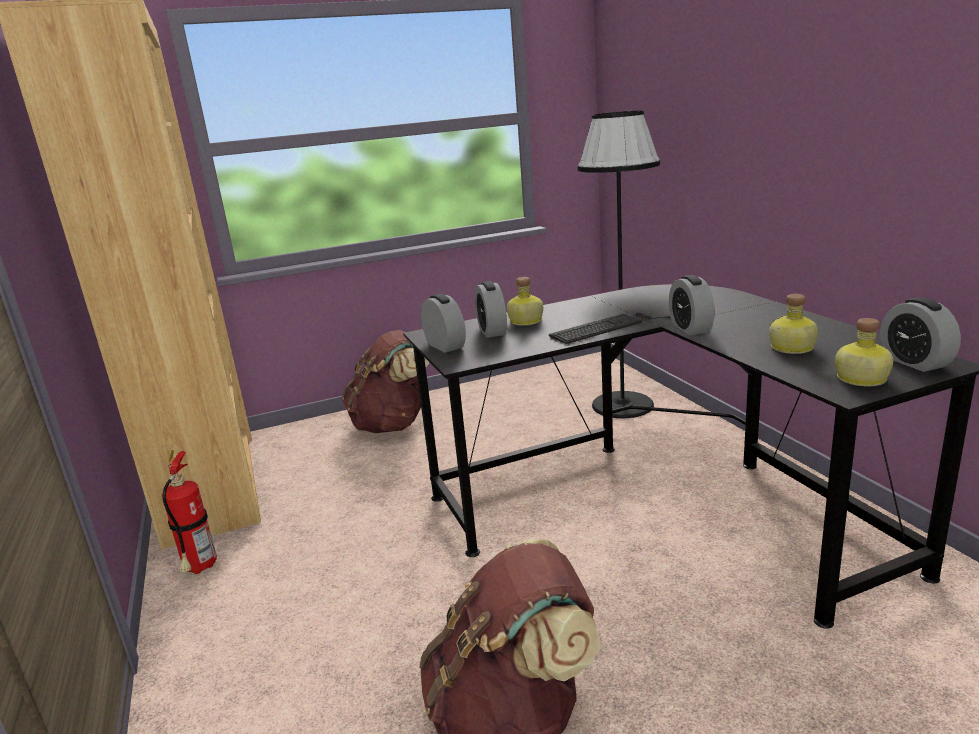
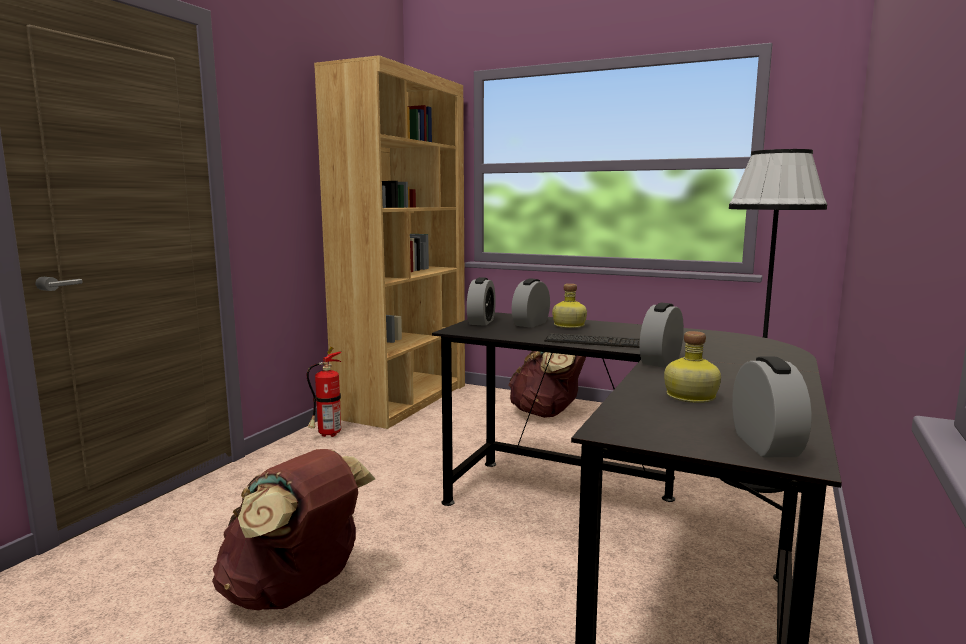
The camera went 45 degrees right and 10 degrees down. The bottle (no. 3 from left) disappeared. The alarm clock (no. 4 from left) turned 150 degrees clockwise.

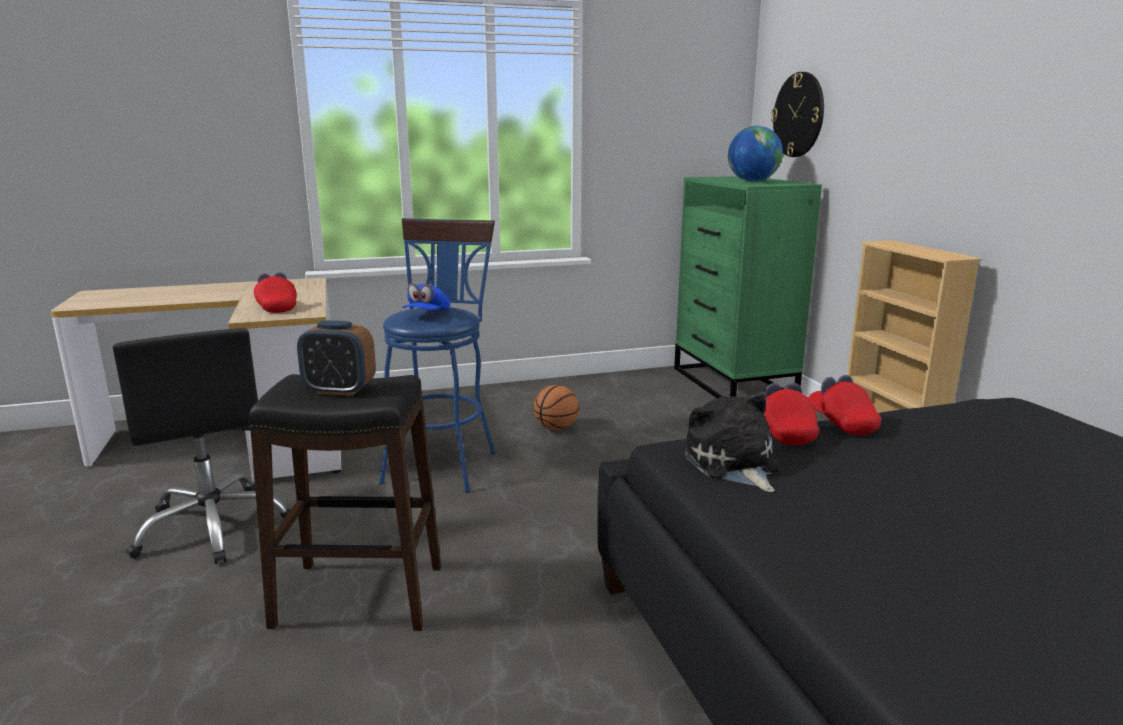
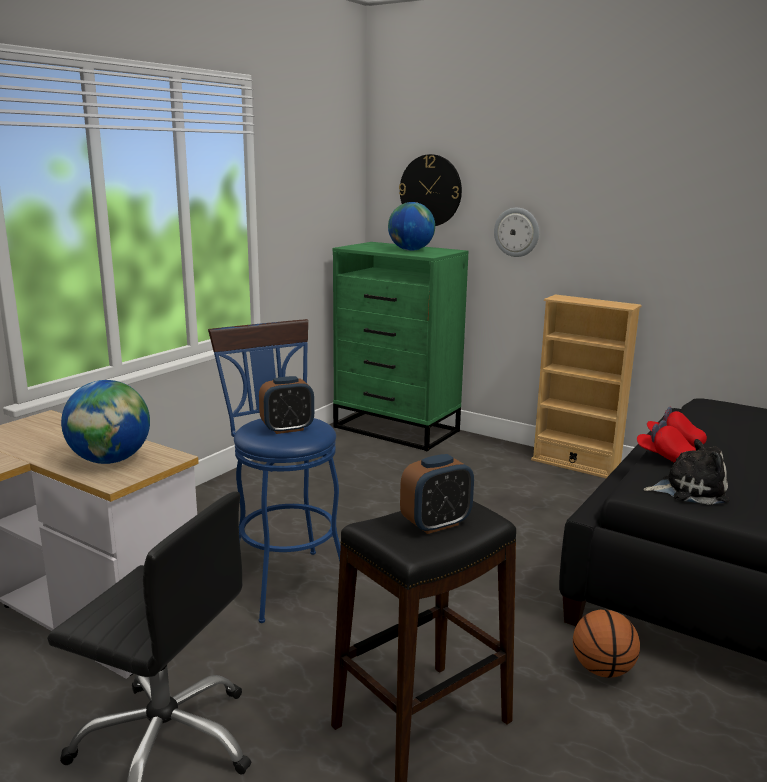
The camera went 40 degrees left and 0 degrees up. The red cap (no. 1 from left) was replaced by the globe (no. 1 from left). The blue cap was replaced by the alarm clock (no. 1 from left). The basketball moved. The plush toy turned 150 degrees clockwise. The wall clock (no. 2 from left) appeared.

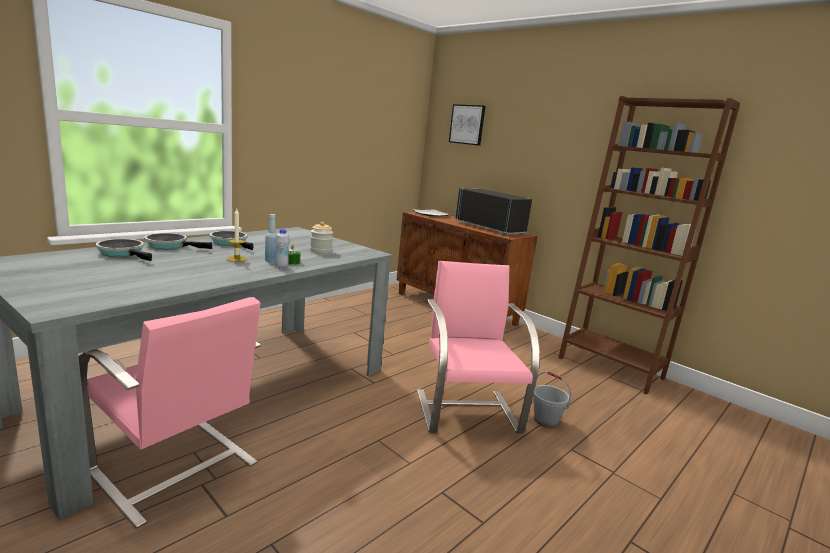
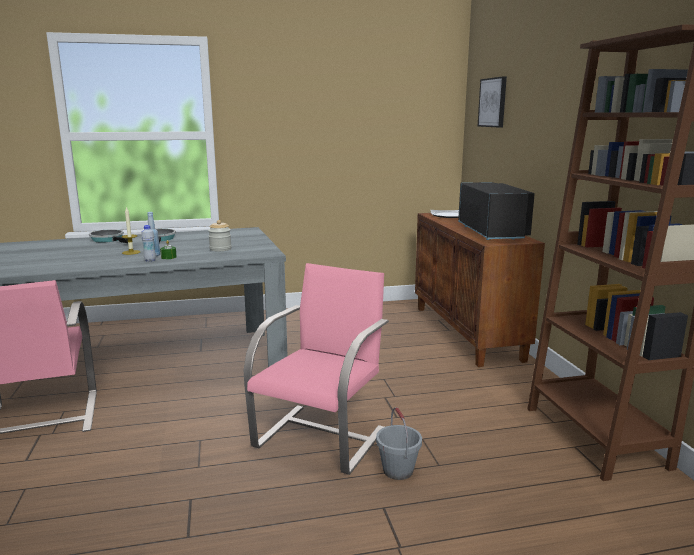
The camera went 35 degrees right and 0 degrees up. The frying pan (no. 1 from left) disappeared.

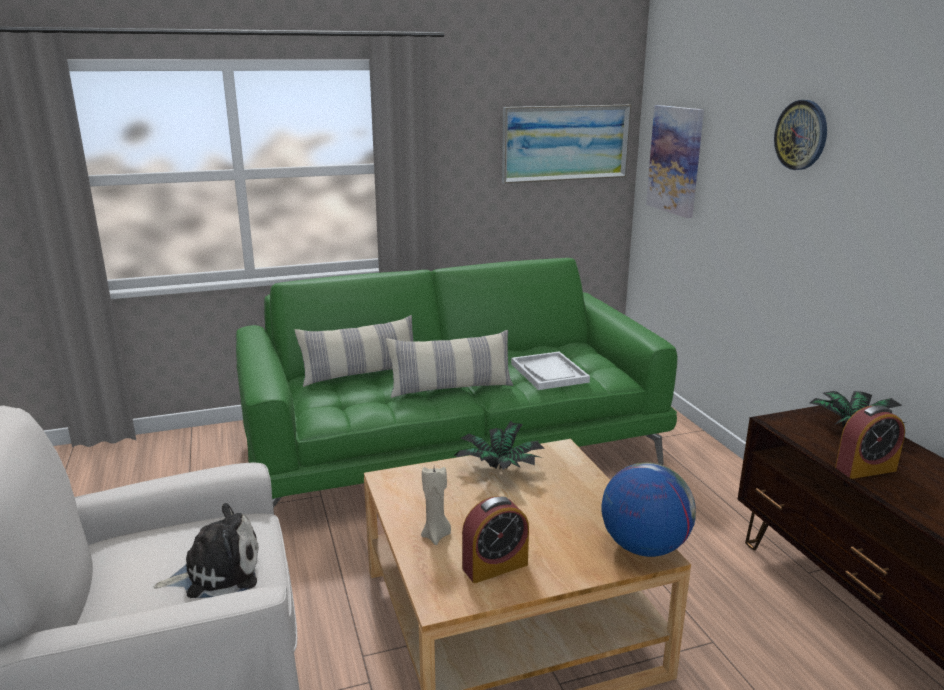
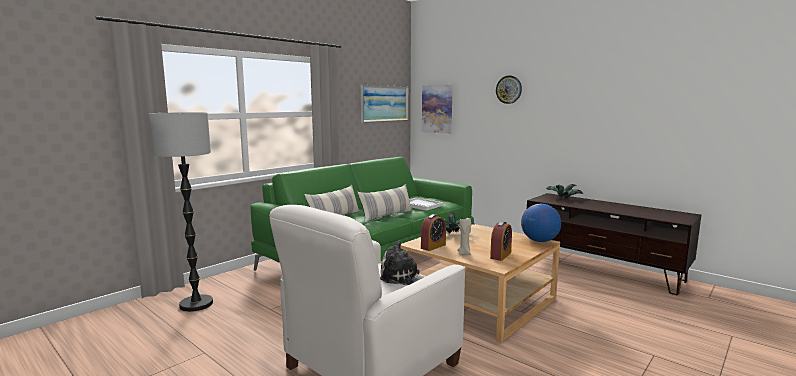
The camera went 30 degrees left and 10 degrees down. The plush toy turned 120 degrees counterclockwise. The alarm clock (no. 2 from left in the first image) moved. The floor lamp appeared.

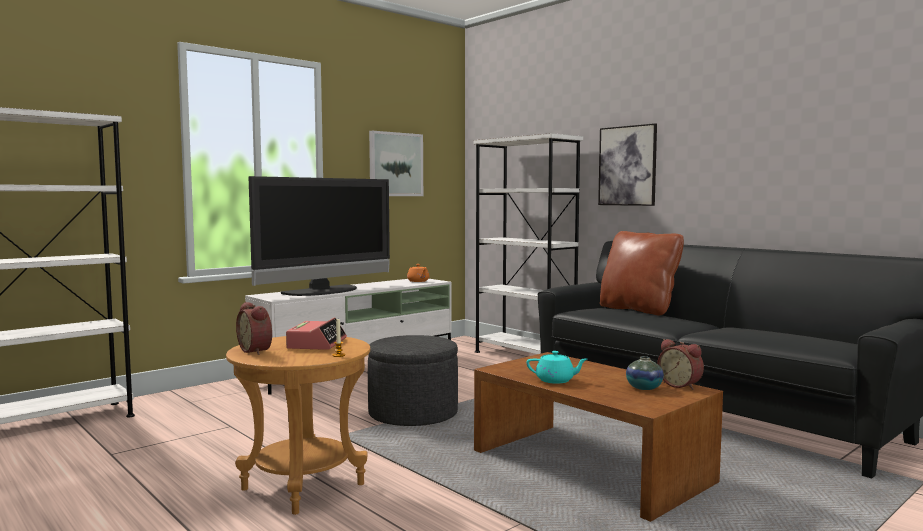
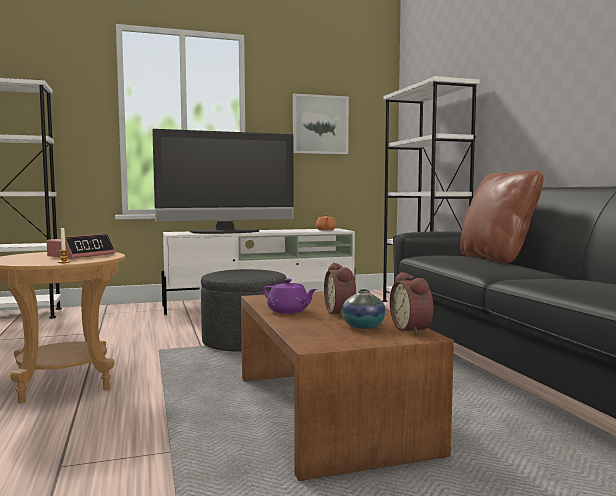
The camera went 25 degrees right and 0 degrees up. The alarm clock (no. 1 from left in the first image) moved. The turquoise teapot became the purple teapot. The picture (no. 2 from left) disappeared.

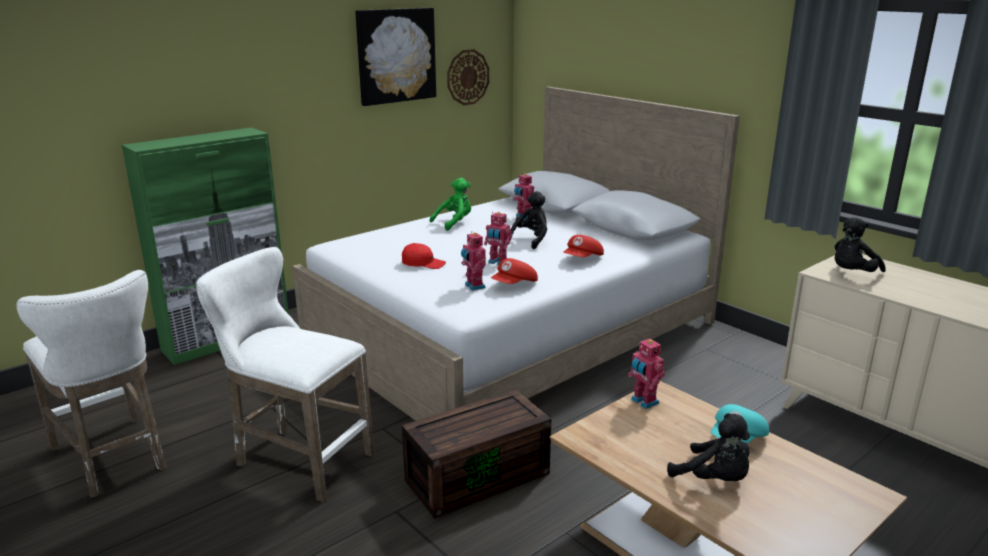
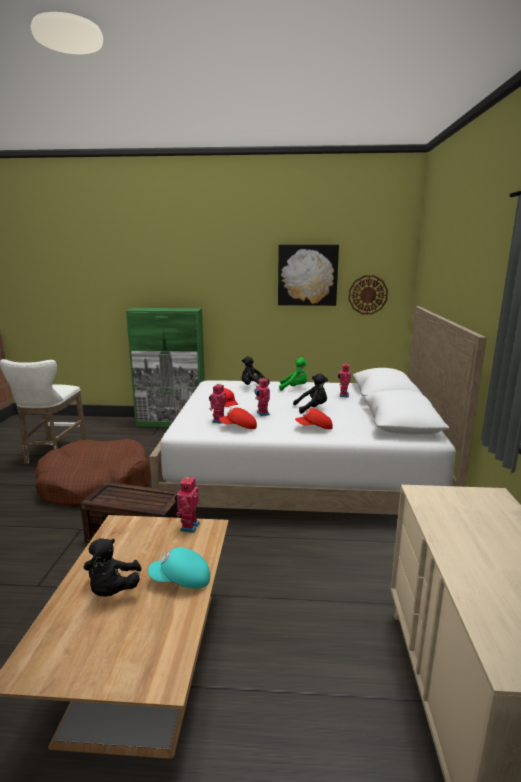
The camera went 45 degrees right and 5 degrees down. The white stool (no. 2 from left) was replaced by the brown dog bed. The black plush toy (no. 3 from left in the first image) moved.

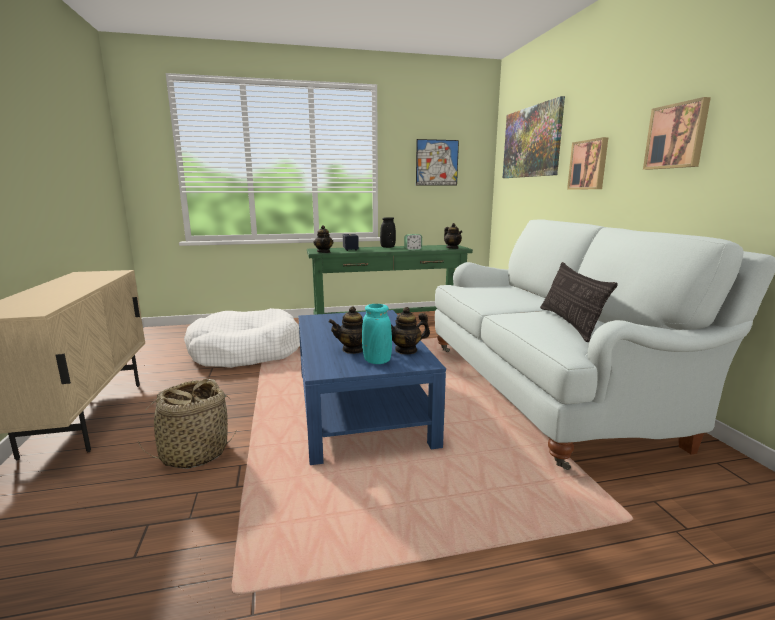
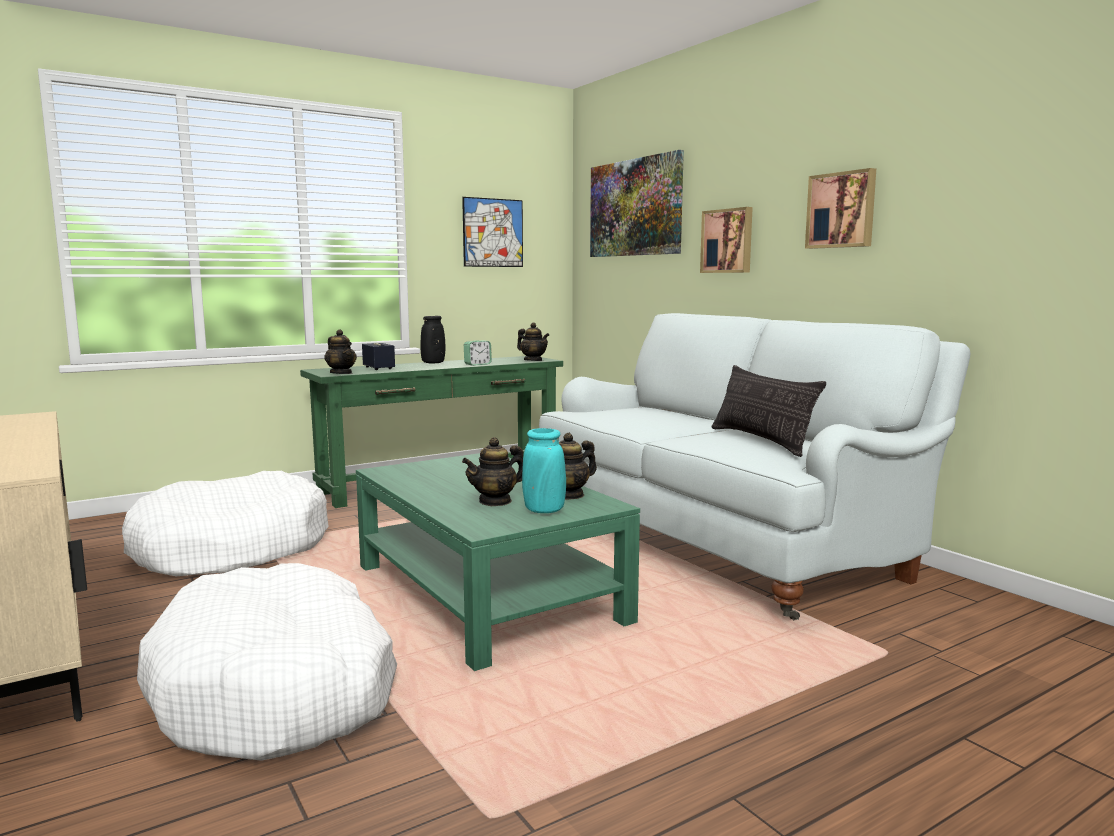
The camera went 20 degrees left and 5 degrees down. The basket was replaced by the white dog bed (no. 2 from left). The blue coffee table became the green coffee table.

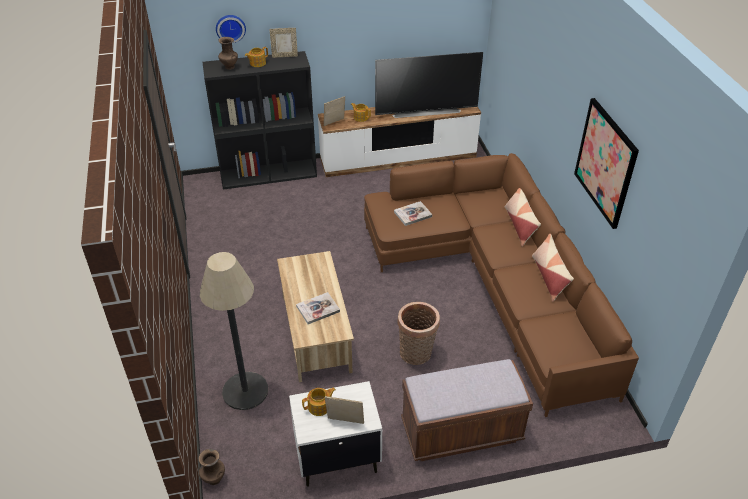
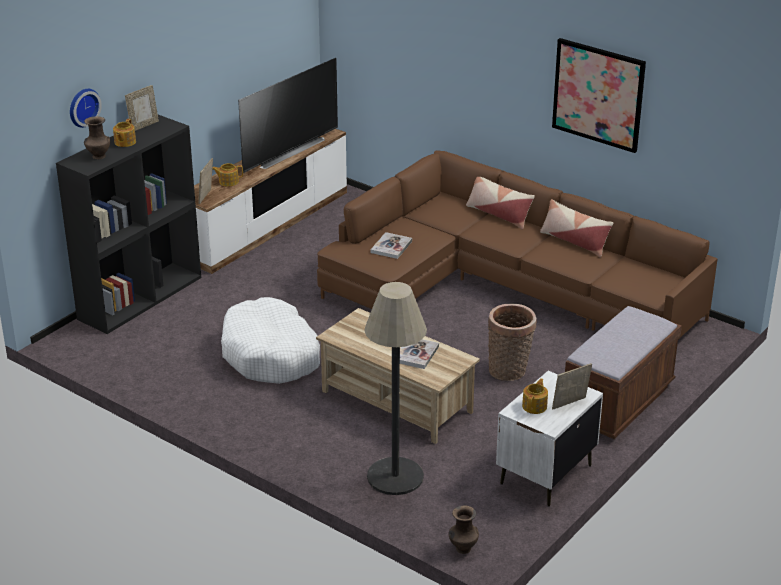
The camera went 40 degrees left and 10 degrees down. The white dog bed appeared.

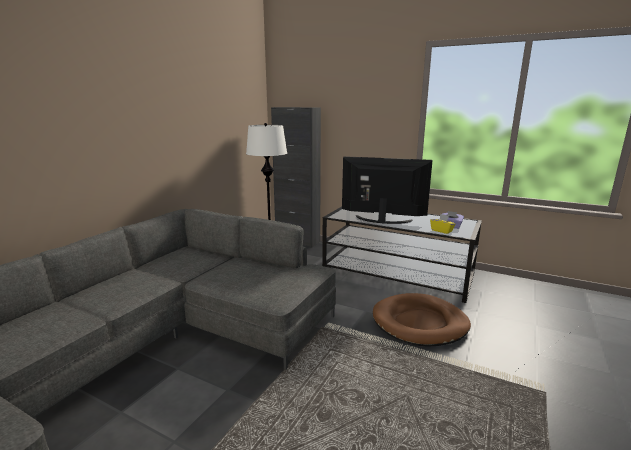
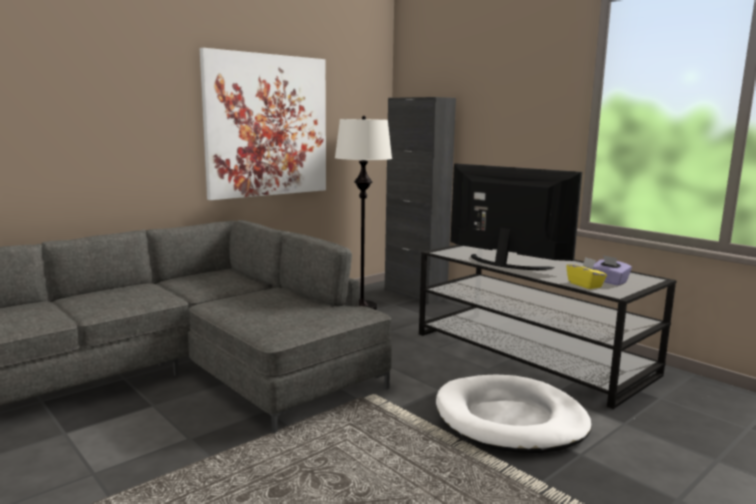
The camera went 20 degrees right and 5 degrees down. The brown dog bed became the white dog bed. The picture appeared.

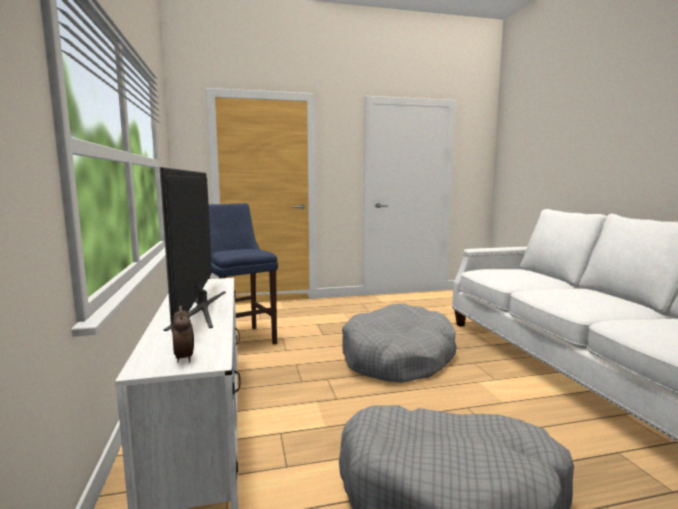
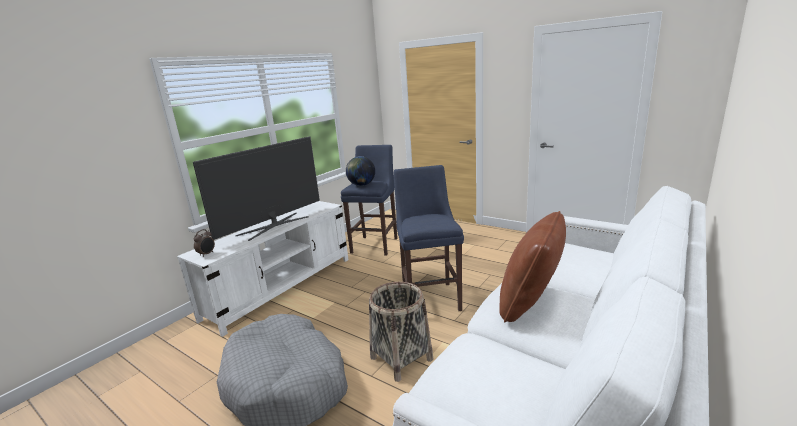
The camera went 50 degrees right and 10 degrees up. The grey dog bed (no. 1 from left) was replaced by the blue stool (no. 2 from left). The globe appeared. The basket appeared. The brown pillow appeared.

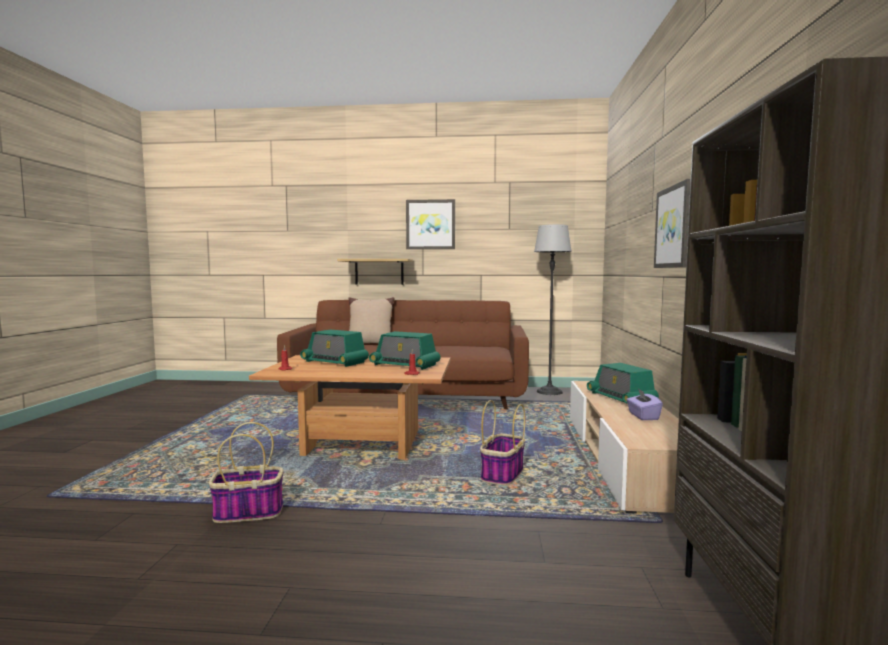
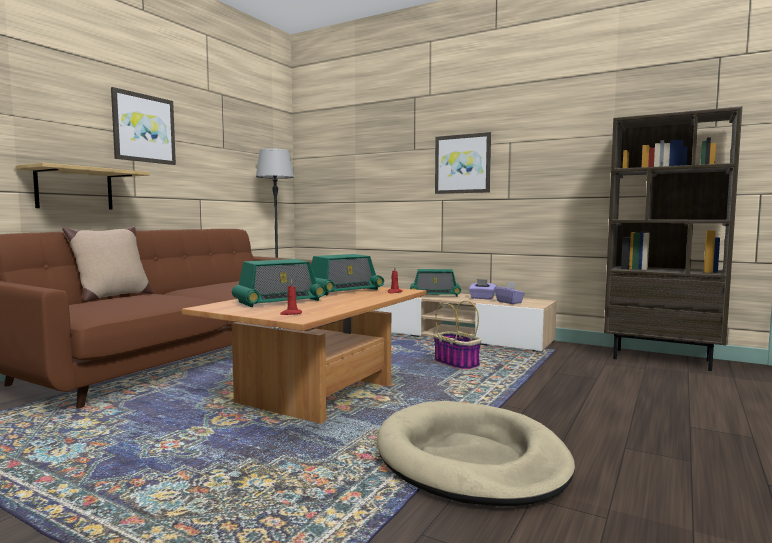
The camera went 65 degrees left and 0 degrees up. The basket (no. 1 from left) was replaced by the beige dog bed. The purple tissue box (no. 2 from left) appeared.

